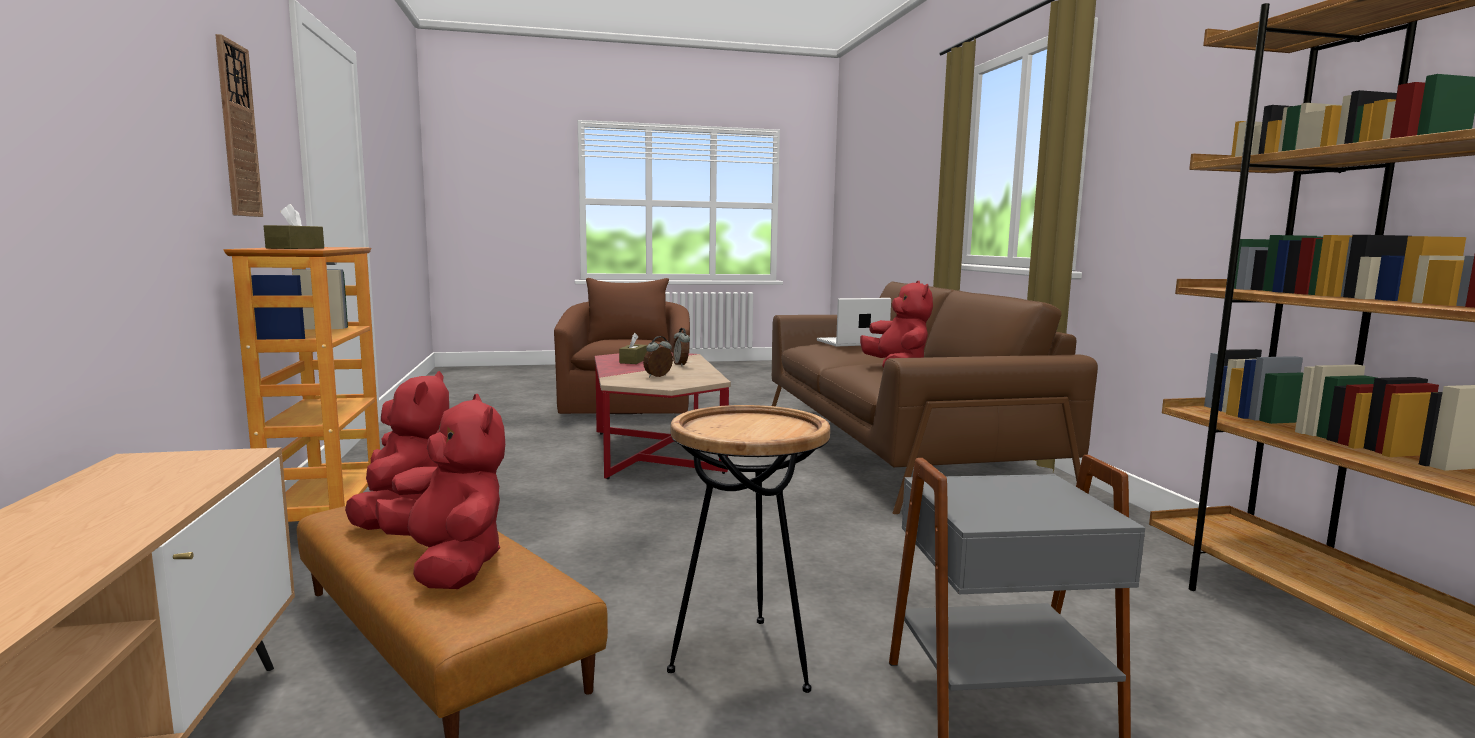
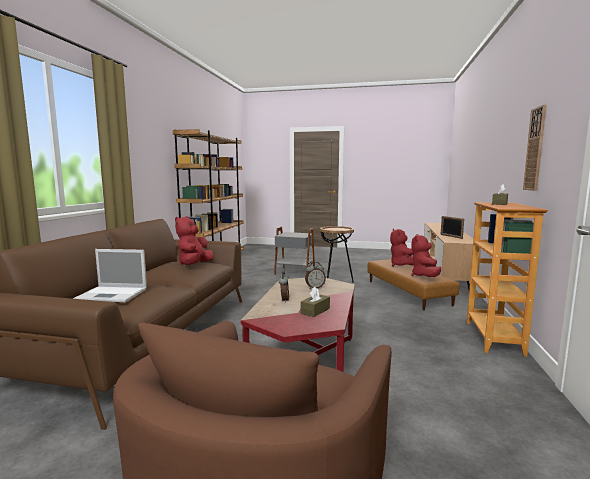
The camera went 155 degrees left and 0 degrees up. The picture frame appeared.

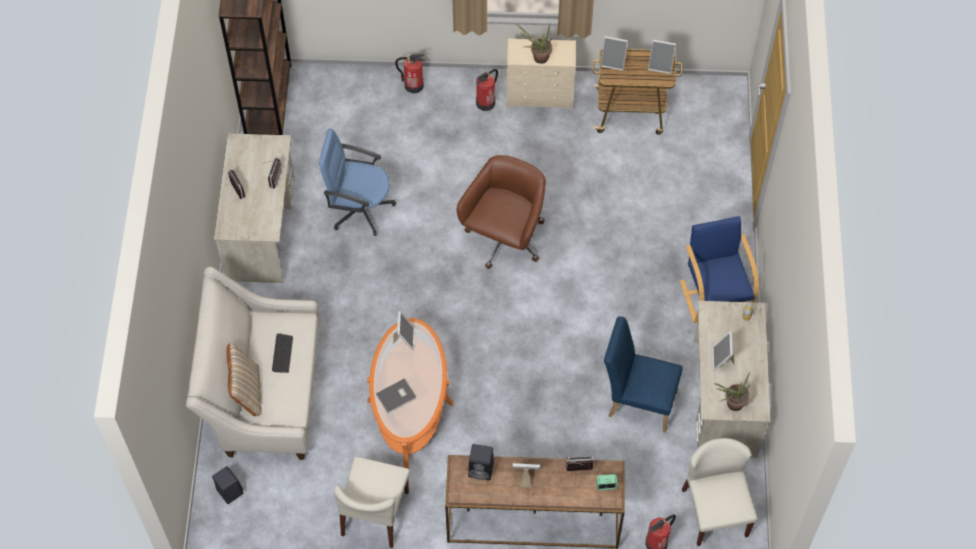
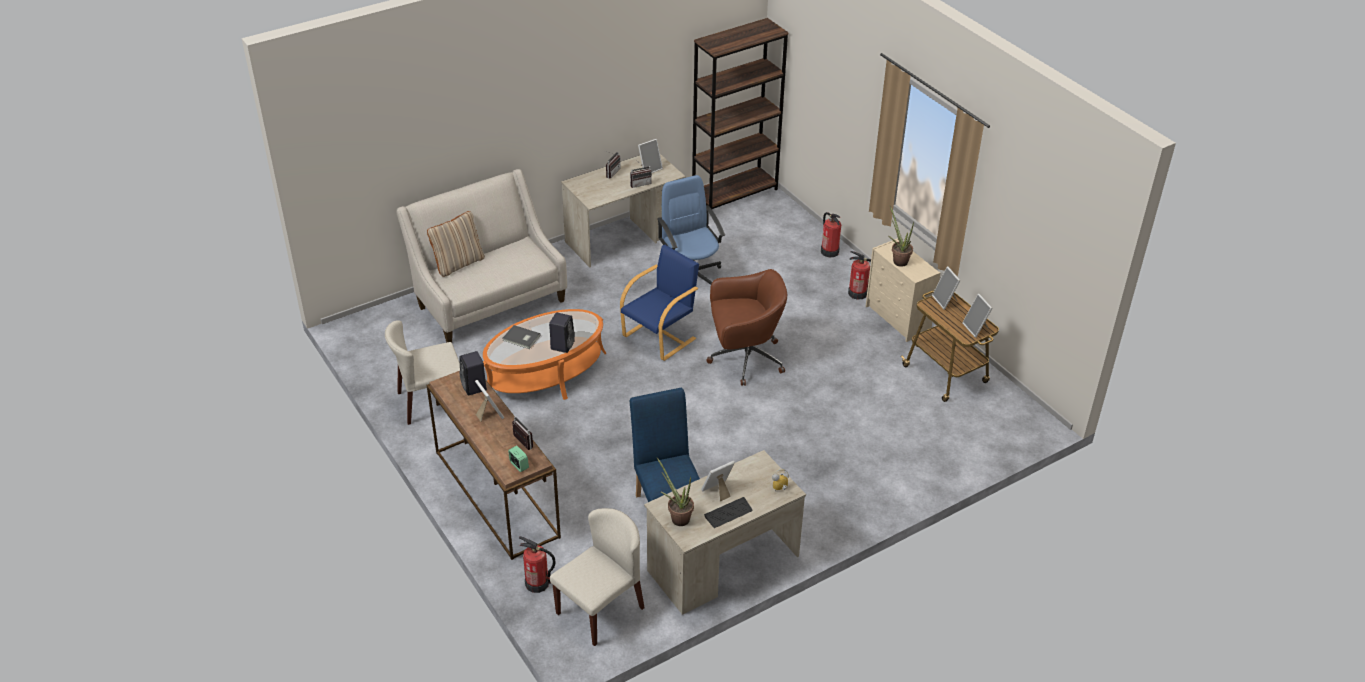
The camera went 55 degrees right and 20 degrees down. The black speaker (no. 1 from left in the first image) moved. The keyboard moved. The picture frame (no. 1 from left in the first image) moved. The blue armchair moved.

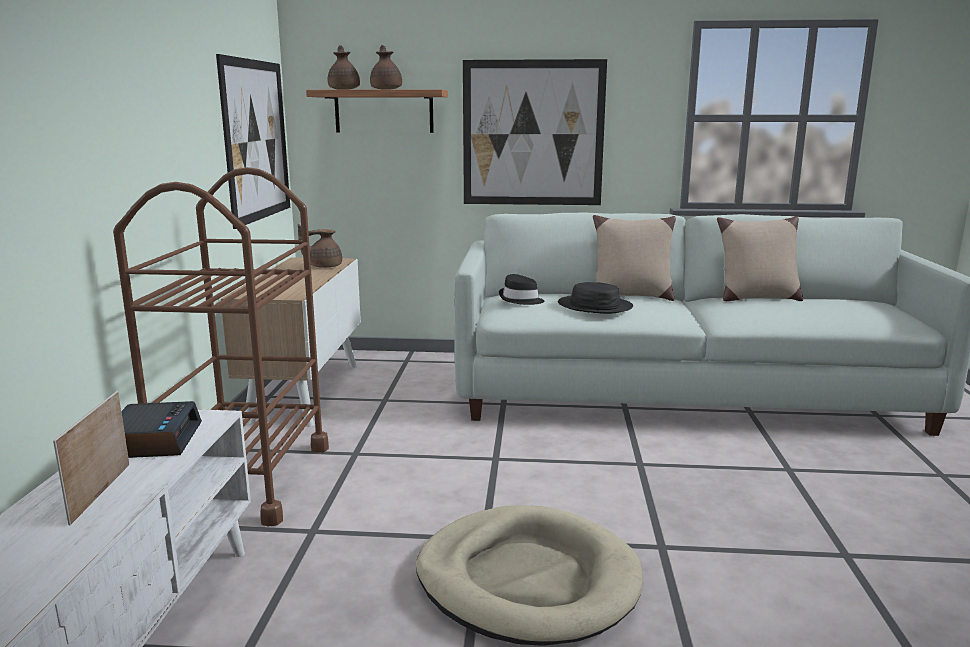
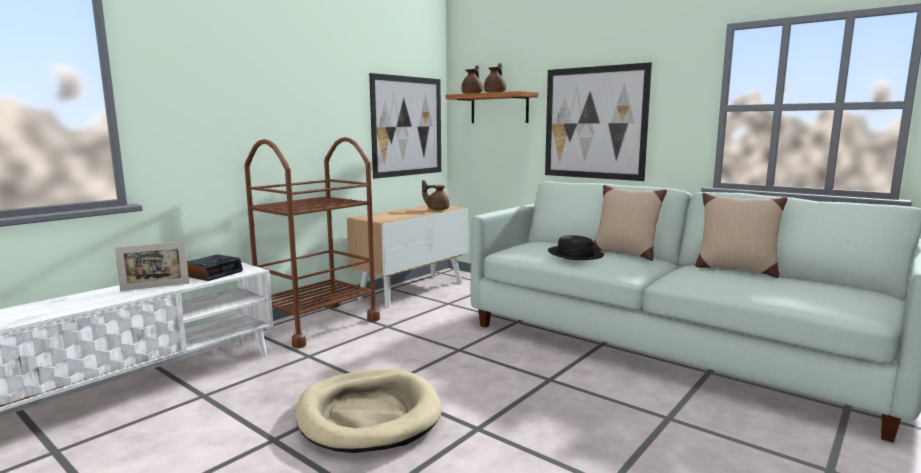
The camera went 35 degrees right and 5 degrees down. The picture frame turned 150 degrees counterclockwise. The black hat (no. 1 from left) disappeared.

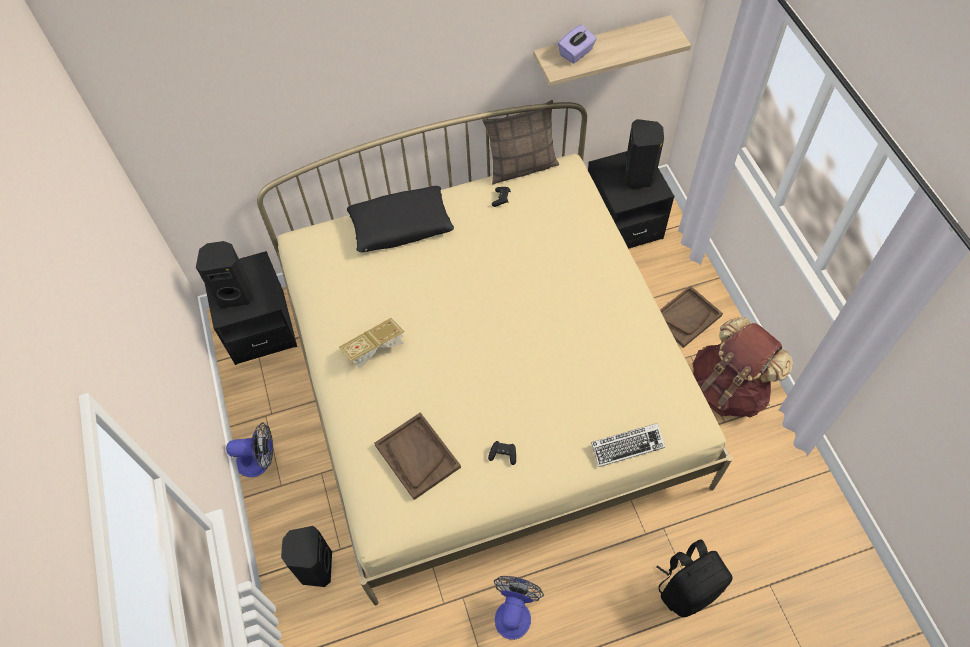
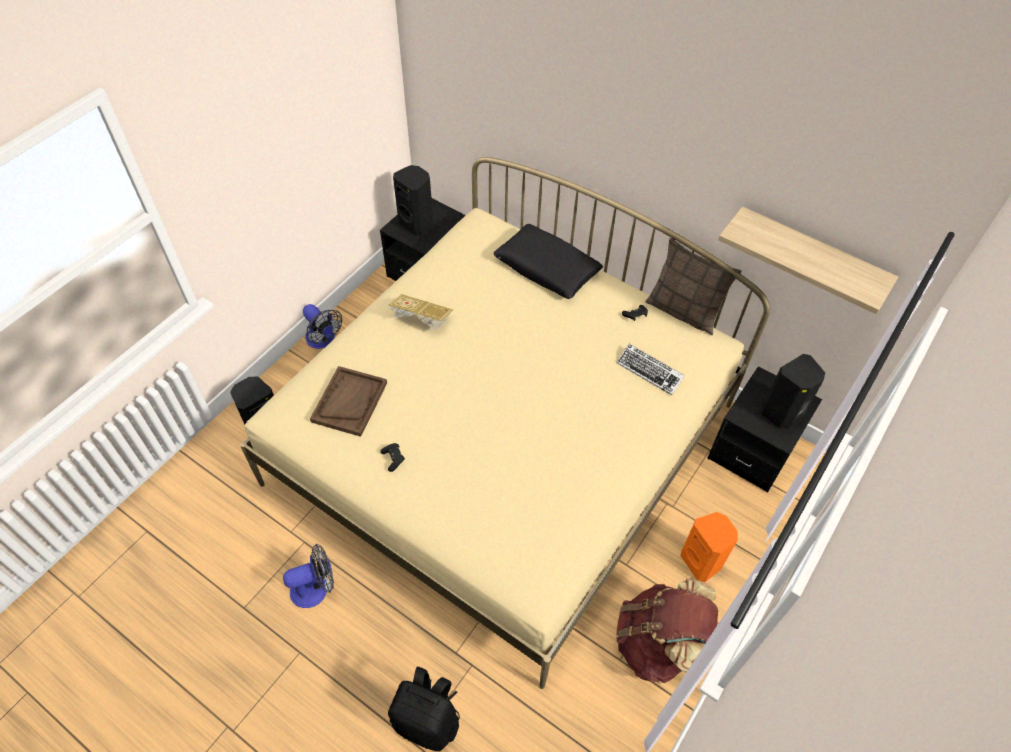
The camera went 50 degrees right and 5 degrees down. The purple tissue box disappeared. The keyboard moved. The brown tray (no. 2 from left) was replaced by the orange speaker.

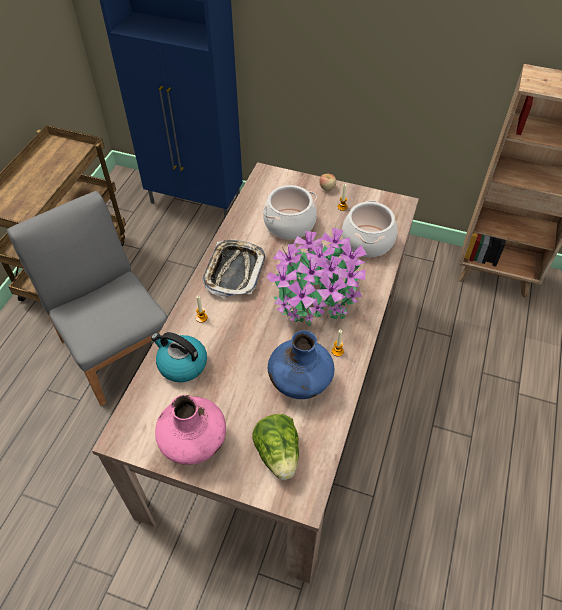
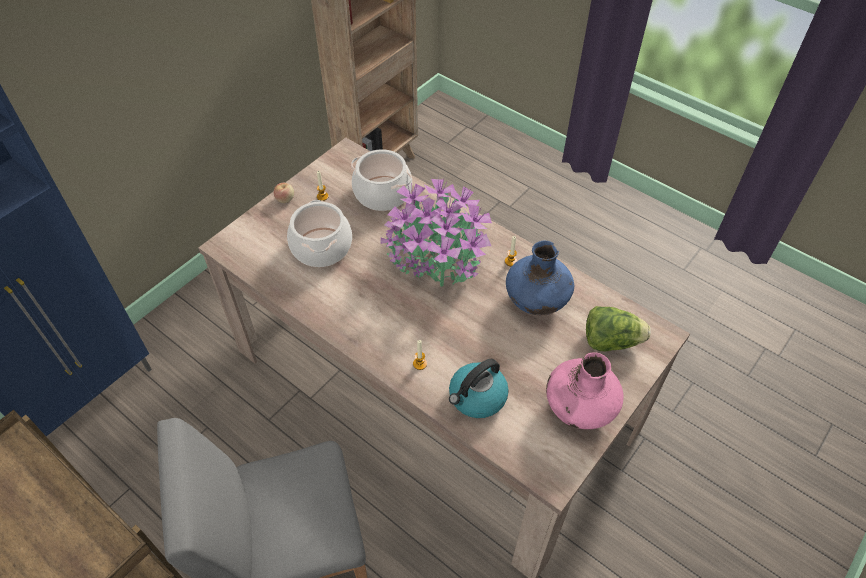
The camera went 70 degrees left and 0 degrees up. The tray disappeared.

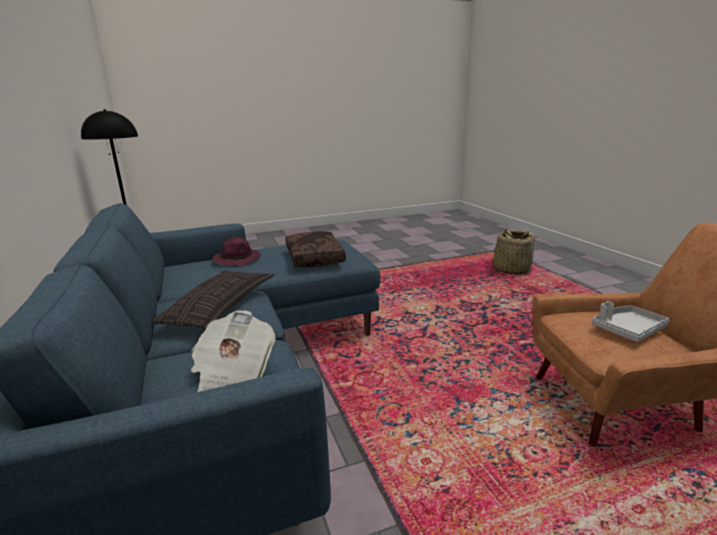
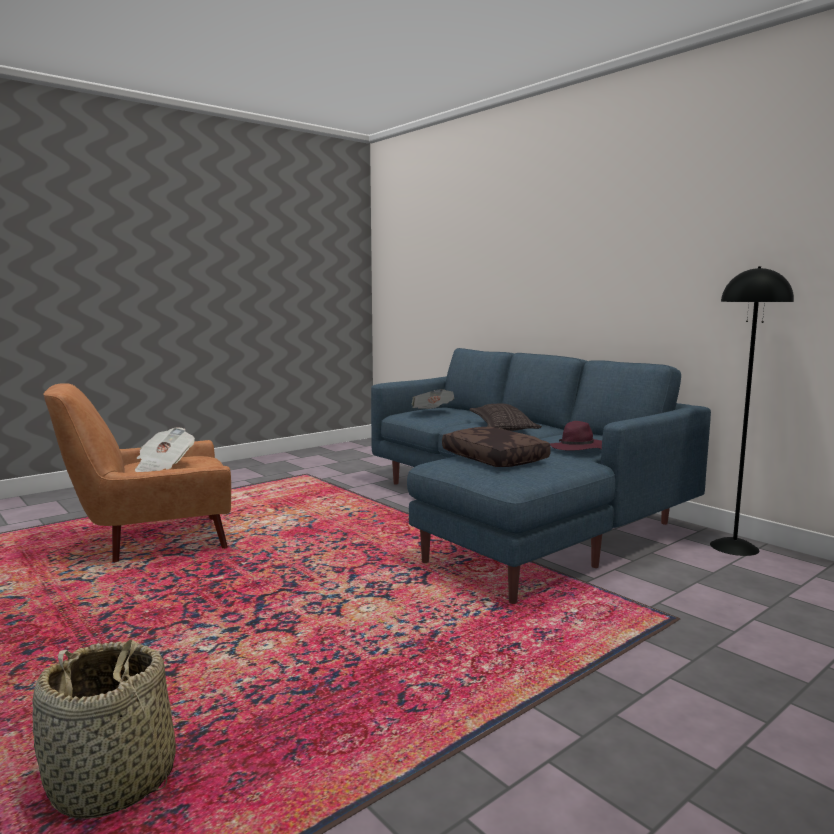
The camera went 160 degrees right and 10 degrees down. The grey tray was replaced by the newspaper (no. 1 from left).

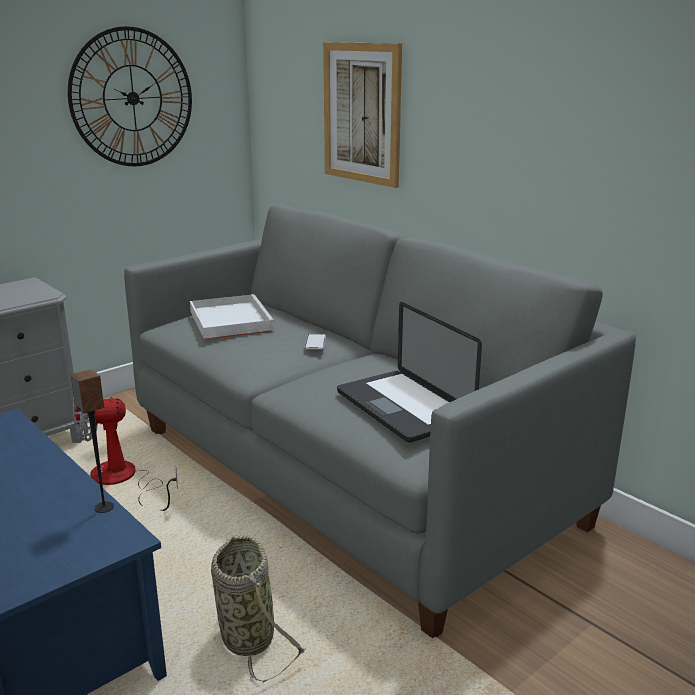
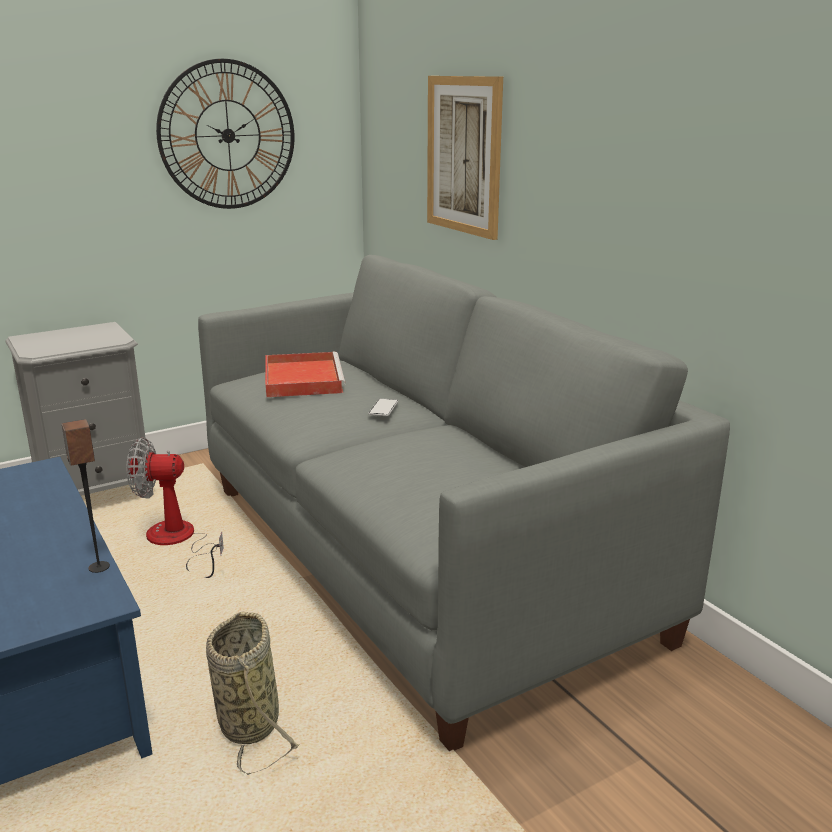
The camera went 10 degrees right and 0 degrees up. The white tray became the red tray. The laptop disappeared.

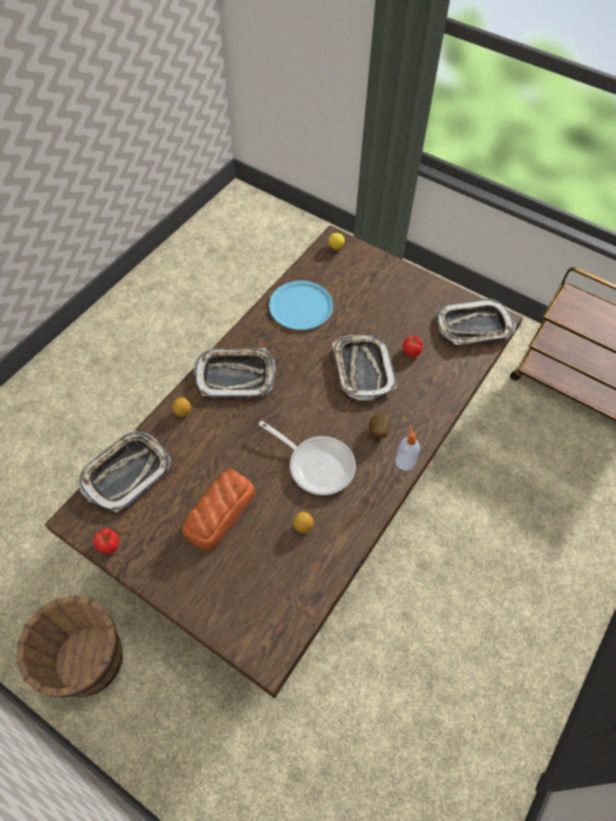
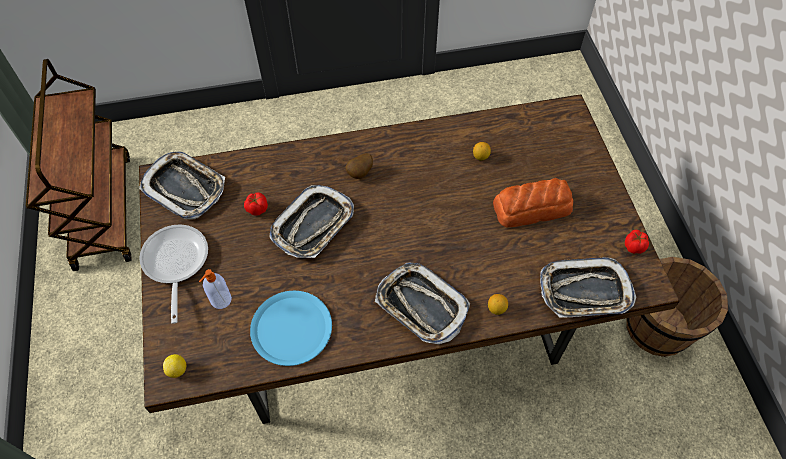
The camera went 135 degrees left and 0 degrees up. The frying pan moved. The soap dispenser moved.

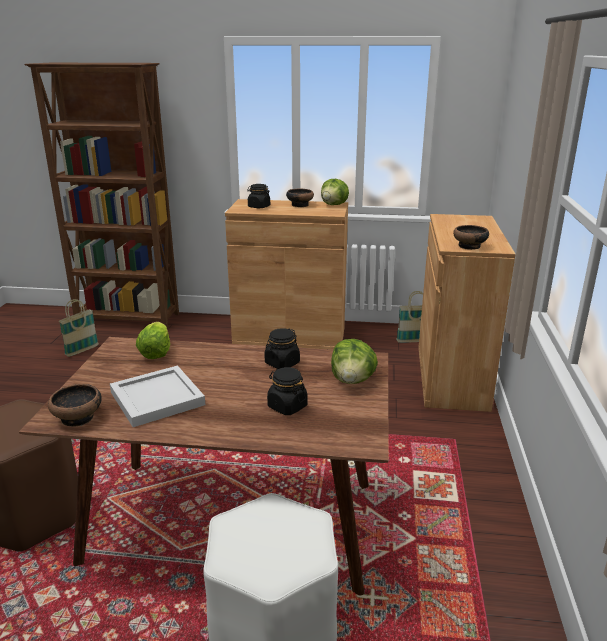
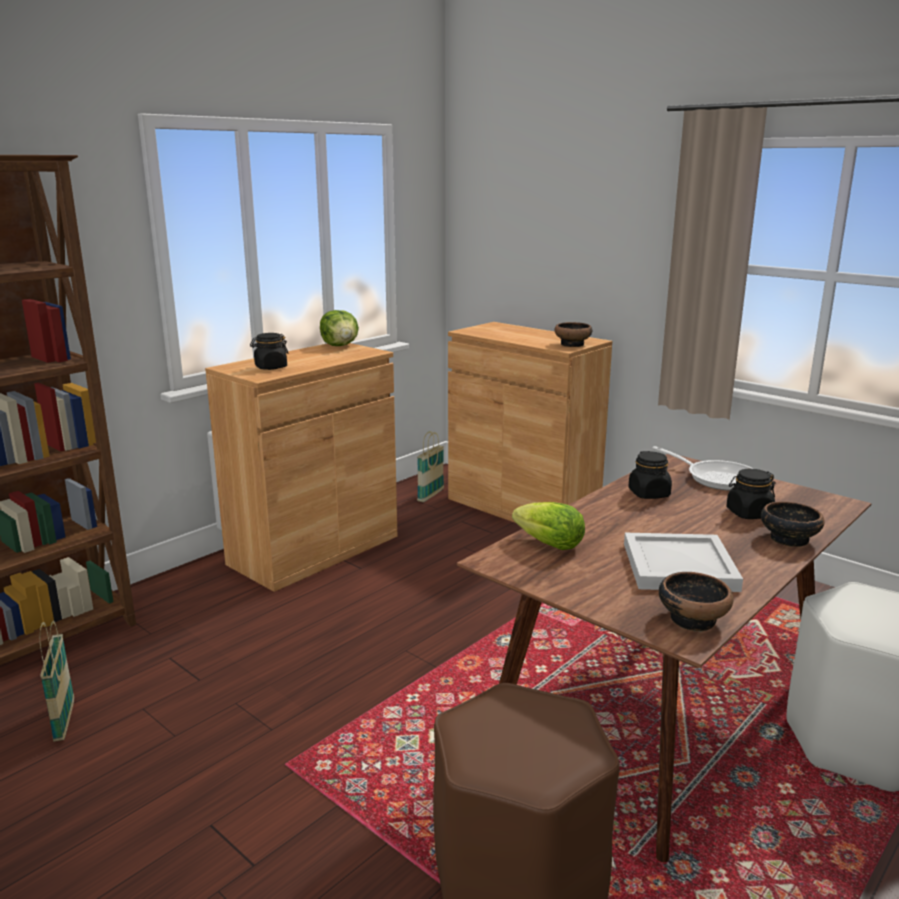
The camera went 55 degrees left and 5 degrees down. The bowl (no. 2 from left in the first image) moved. The lettuce (no. 3 from left) was replaced by the frying pan.

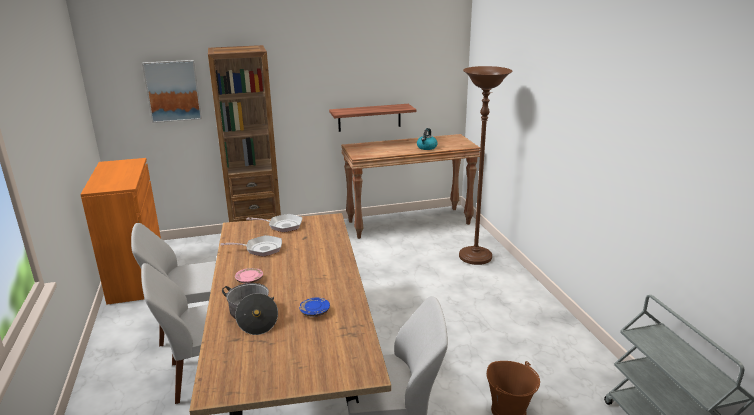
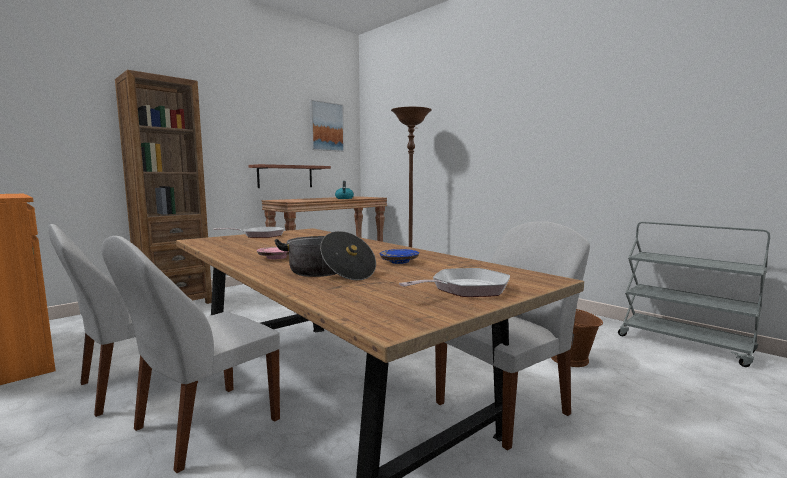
The camera went 30 degrees left and 15 degrees down. The picture moved. The frying pan (no. 1 from left in the first image) moved.

